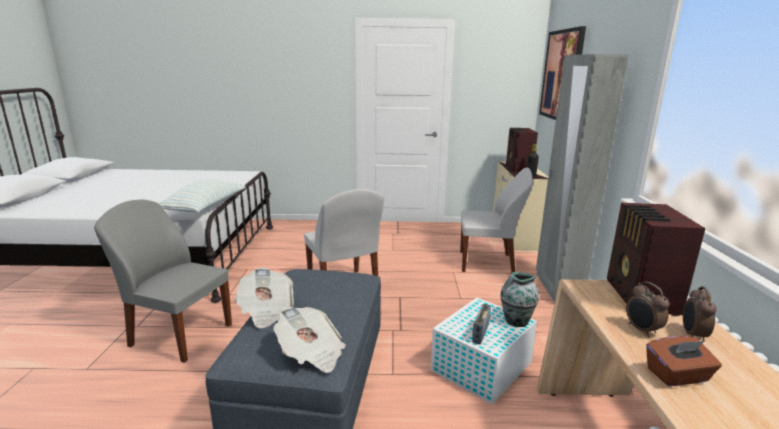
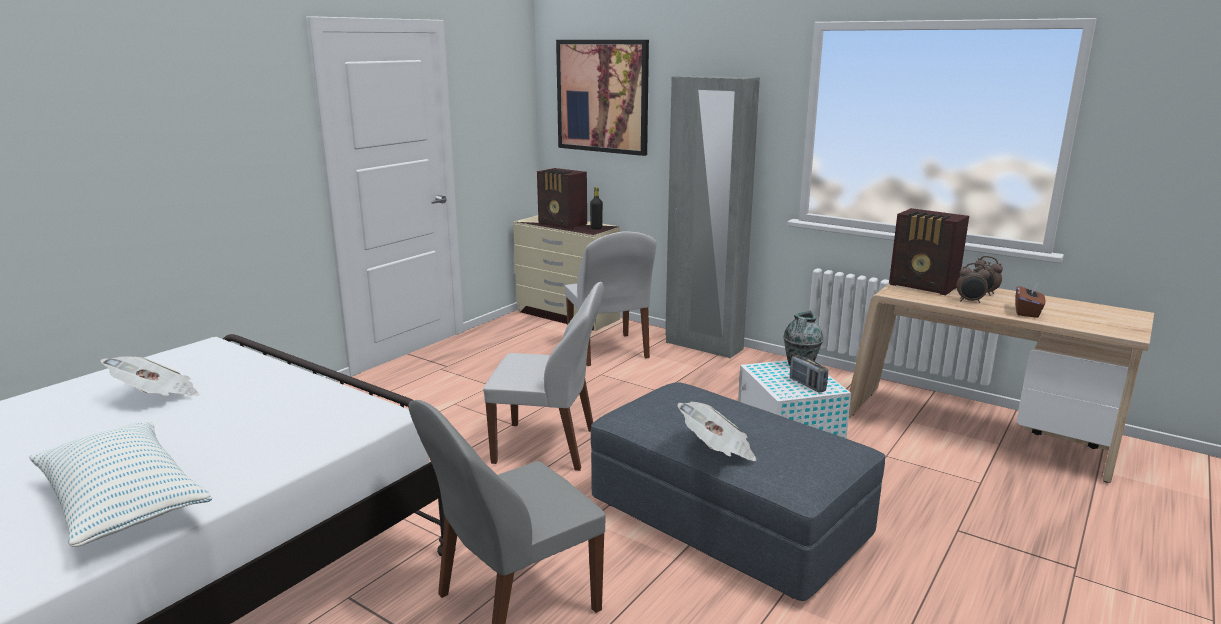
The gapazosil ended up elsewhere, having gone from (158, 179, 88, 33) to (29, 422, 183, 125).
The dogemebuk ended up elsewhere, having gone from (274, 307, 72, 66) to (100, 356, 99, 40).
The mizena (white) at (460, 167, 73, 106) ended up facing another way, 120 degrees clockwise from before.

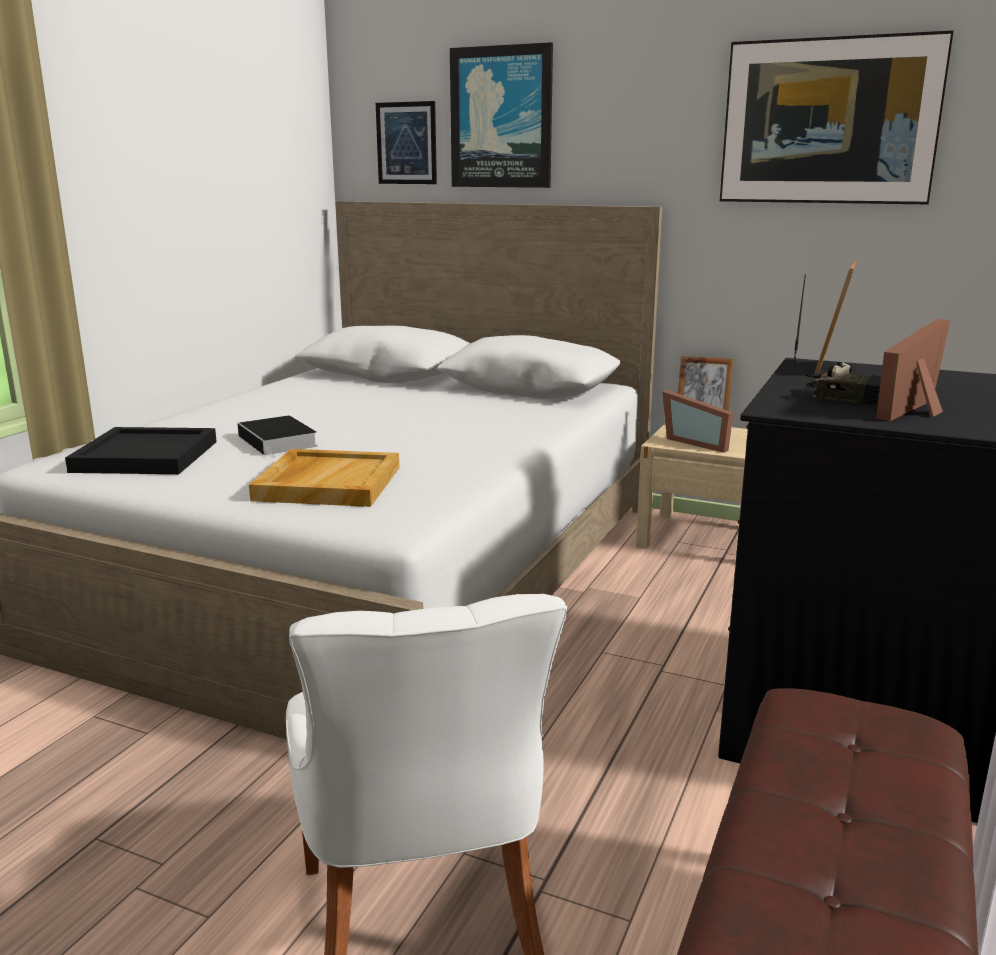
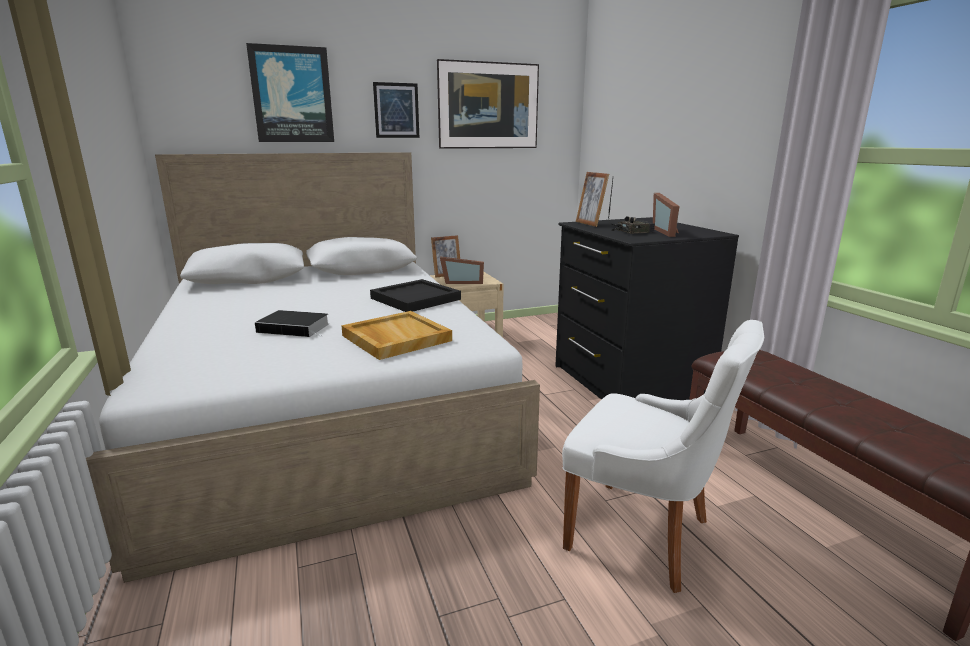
The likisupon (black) ended up elsewhere, having gone from (65, 427, 152, 47) to (370, 279, 91, 33).
The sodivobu ended up elsewhere, having gone from (376, 101, 61, 83) to (373, 82, 46, 56).

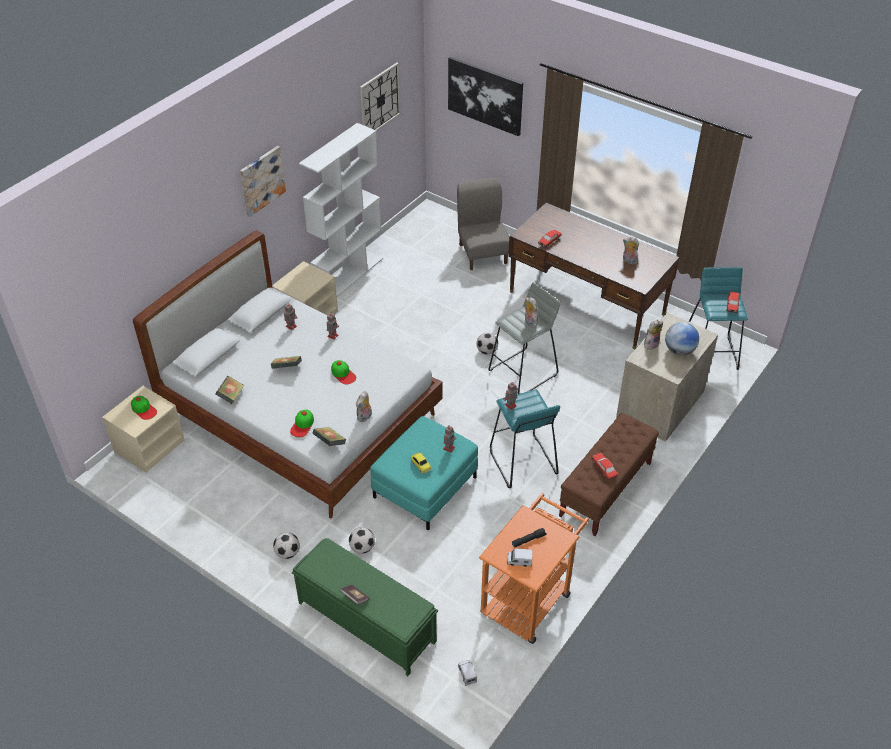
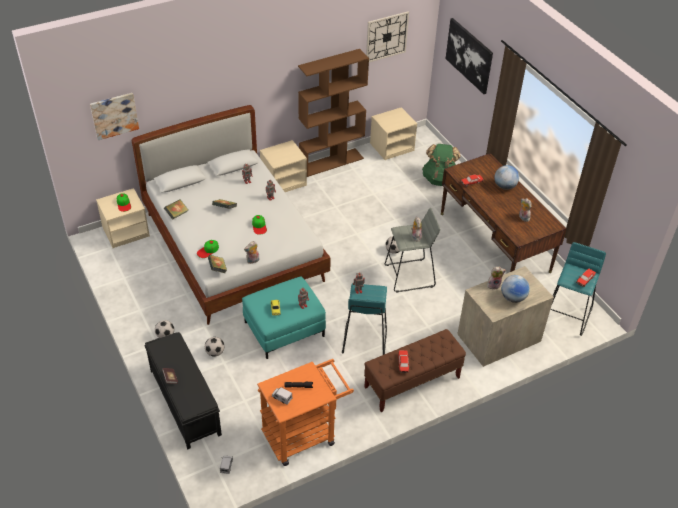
The sodivobu ended up elsewhere, having gone from (240, 146, 46, 71) to (90, 93, 49, 47).
What was the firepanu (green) at (292, 538, 146, 138) turned into the firepanu (black) at (144, 332, 78, 118).
What was the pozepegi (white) at (299, 123, 84, 174) turned into the pozepegi (brown) at (298, 49, 71, 128).
The second view gained the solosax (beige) at (370, 107, 47, 53).
Where the mizena (grey) stood at (457, 177, 52, 93), the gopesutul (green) came to stand at (422, 144, 39, 42).
The second view gained the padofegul at (494, 165, 25, 25).

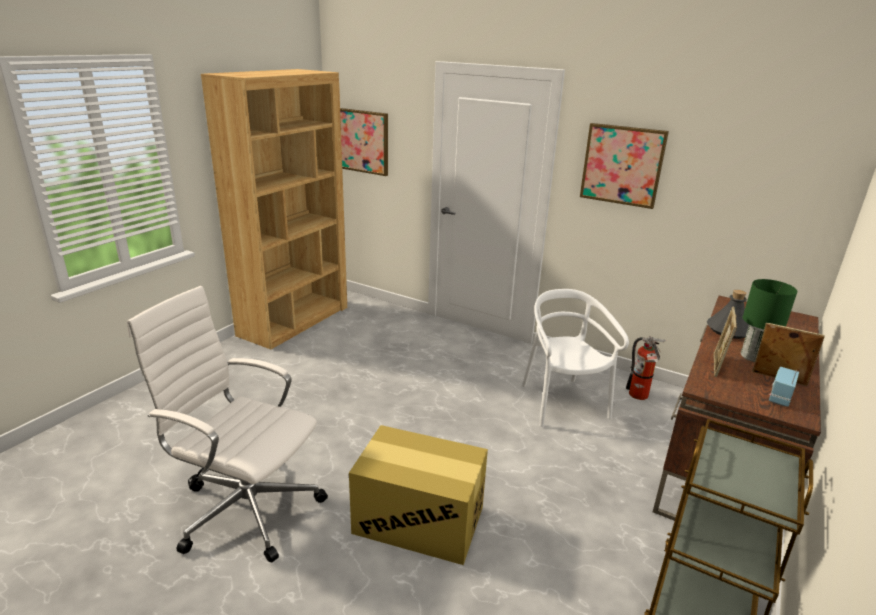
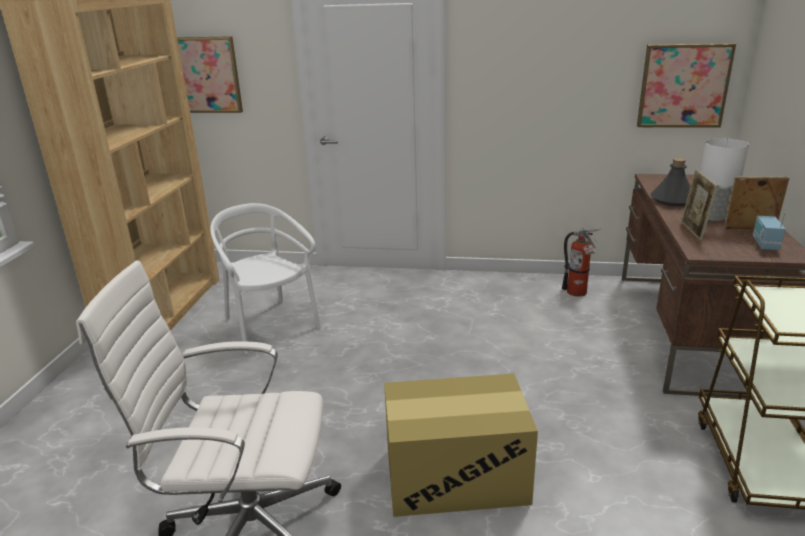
The mizena (white) ended up elsewhere, having gone from (522, 289, 107, 138) to (210, 203, 111, 151).
The sodivobu ended up elsewhere, having gone from (580, 123, 89, 86) to (637, 43, 99, 85).
What was the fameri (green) at (741, 279, 56, 83) turned into the fameri (white) at (700, 138, 49, 83).

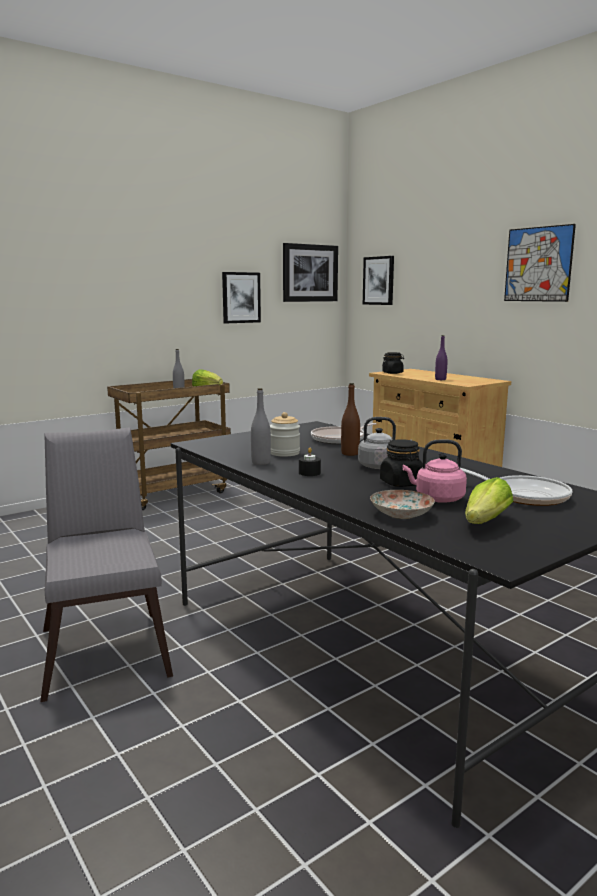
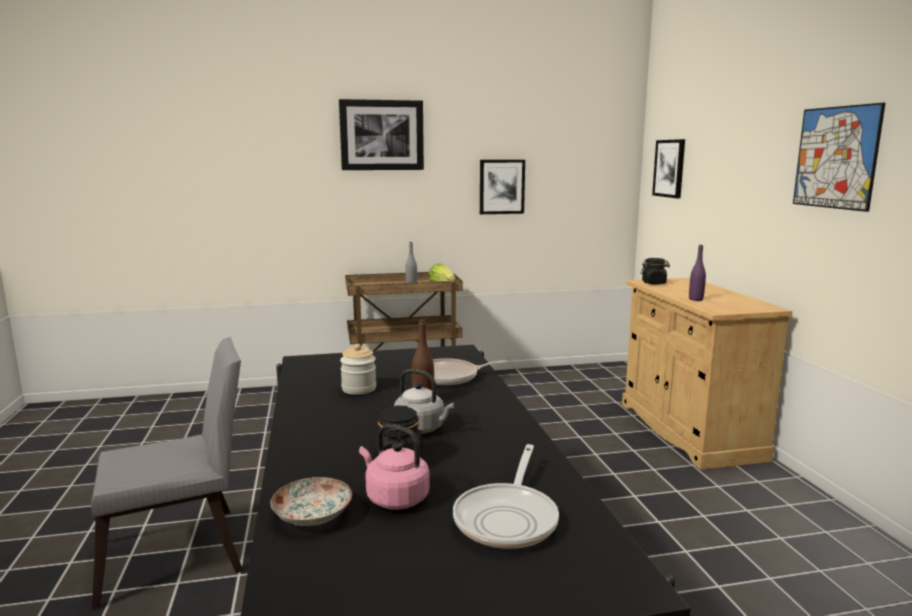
The mizena (grey) at (41, 427, 132, 275) ended up facing another way, 60 degrees clockwise from before.
The sodivobu ended up elsewhere, having gone from (283, 243, 55, 59) to (339, 99, 85, 71).
The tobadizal at (460, 468, 112, 38) ended up facing another way, 45 degrees clockwise from before.
The second view lost the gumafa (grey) at (251, 388, 20, 77).
The second view lost the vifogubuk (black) at (299, 447, 22, 29).
The second view lost the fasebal at (465, 477, 48, 47).

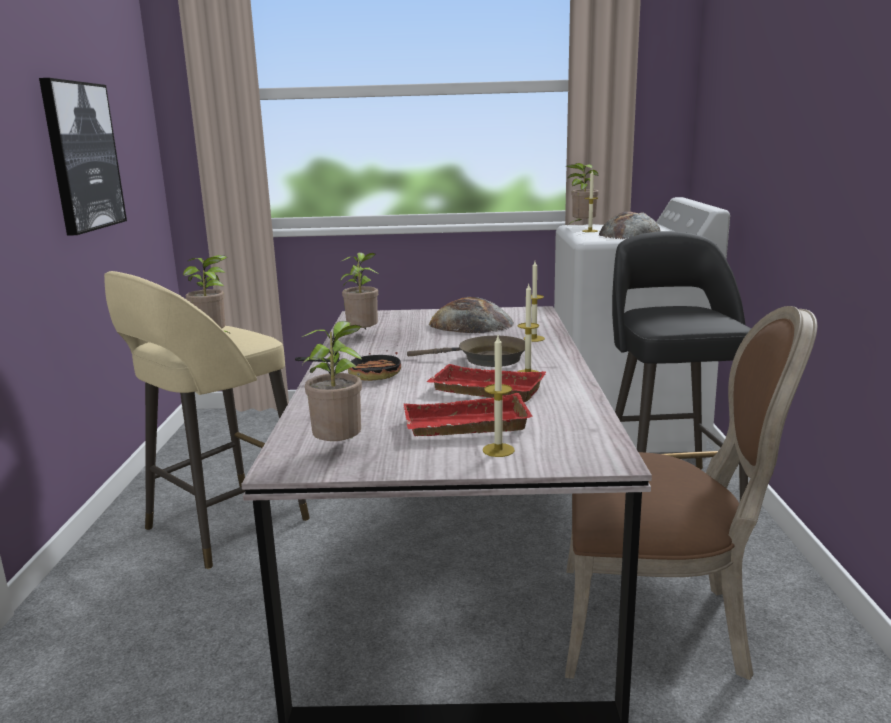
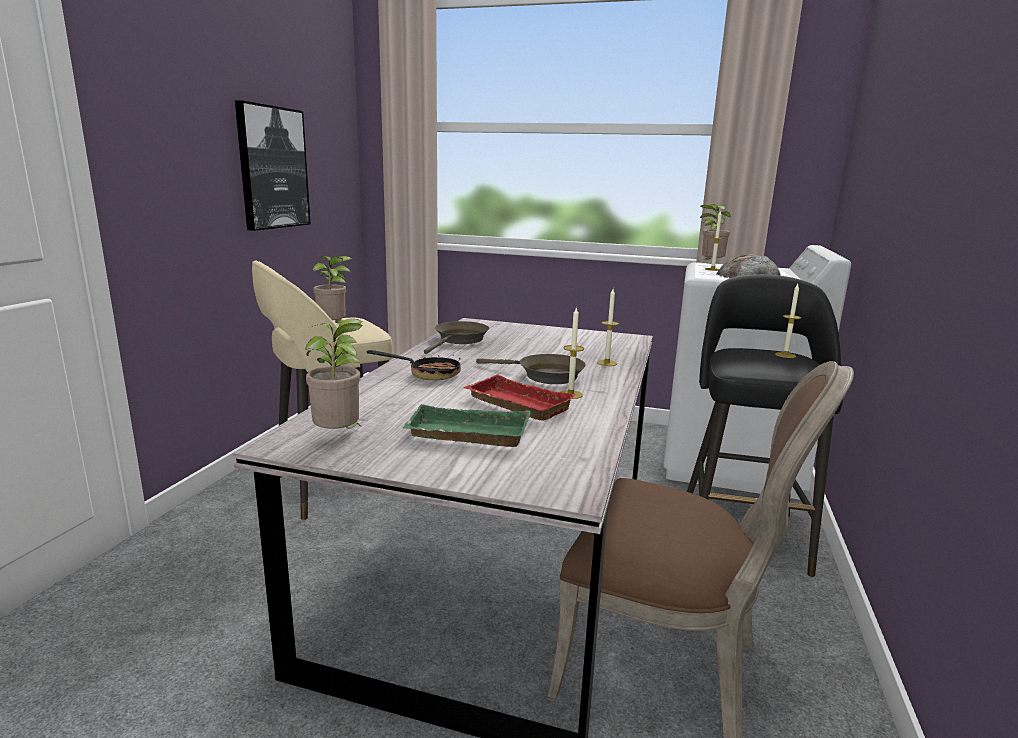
What was the likisupon (red) at (403, 393, 130, 43) turned into the likisupon (green) at (403, 404, 128, 43).
Where the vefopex stood at (340, 253, 38, 76), the tobadizal (brown) came to stand at (424, 321, 65, 33).
The vifogubuk ended up elsewhere, having gone from (483, 336, 32, 121) to (775, 284, 26, 74).
The second view lost the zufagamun at (429, 297, 85, 36).

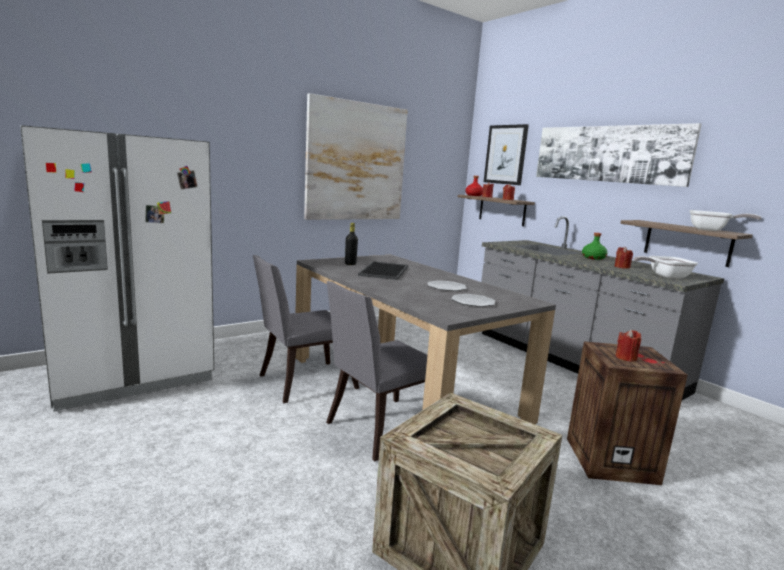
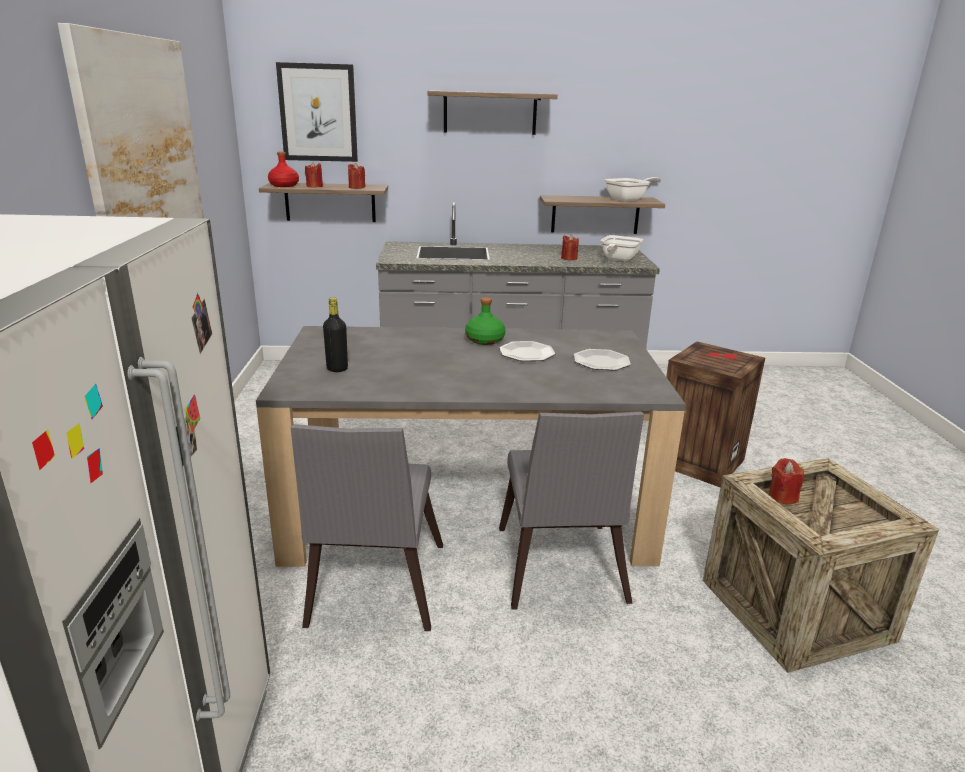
Where the sodivobu hung at (536, 123, 166, 64), the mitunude came to hang at (428, 91, 130, 44).
The gumafa (green) ended up elsewhere, having gone from (582, 233, 26, 27) to (465, 297, 41, 48).
The vifogubuk (red) ended up elsewhere, having gone from (616, 330, 25, 32) to (768, 458, 36, 46).
The second view lost the likisupon at (358, 261, 50, 19).

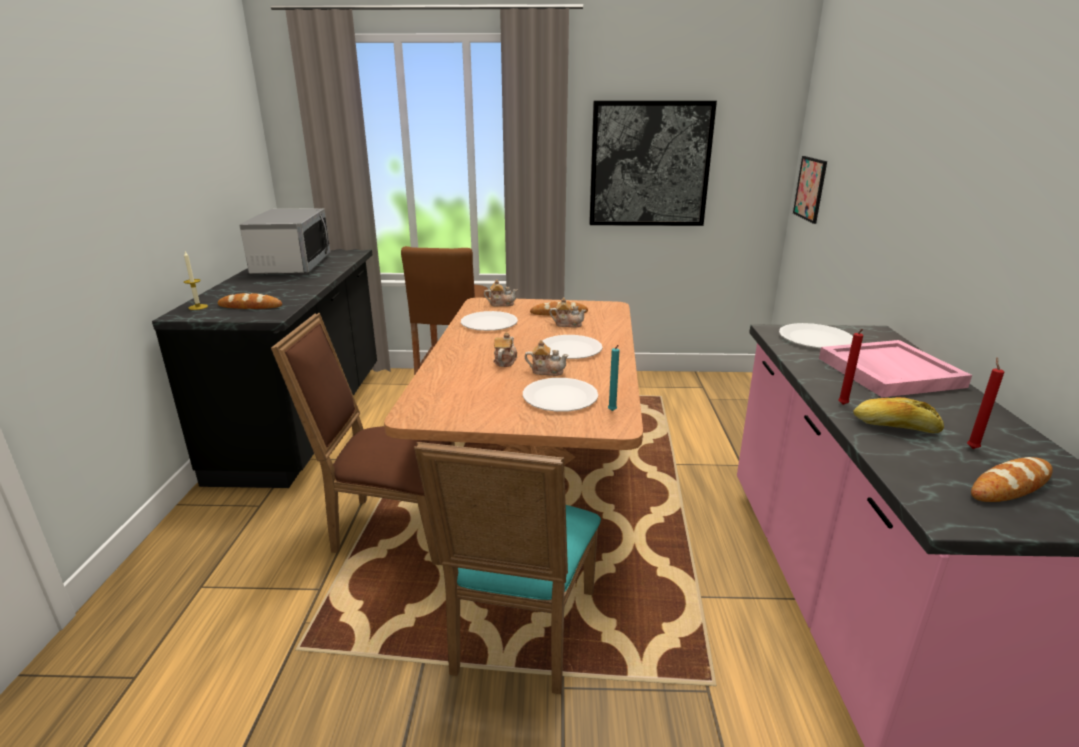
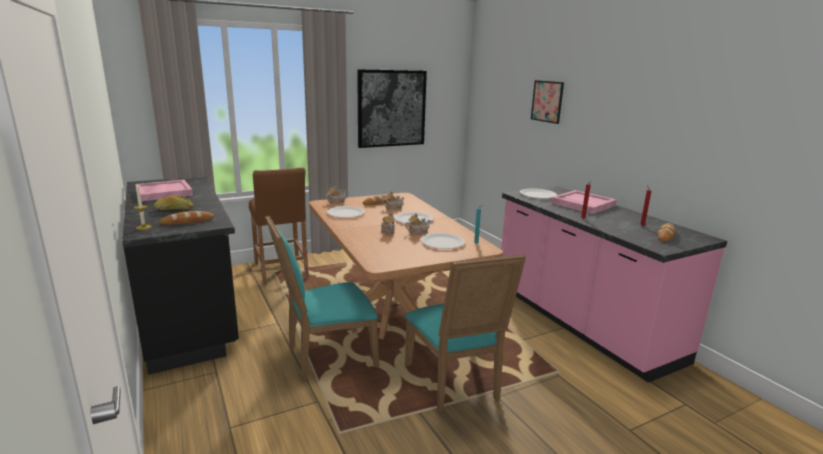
Where the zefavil stood at (239, 208, 91, 66), the likisupon (pink) came to stand at (135, 180, 58, 21).
The zufagamun ended up elsewhere, having gone from (853, 397, 91, 36) to (154, 196, 39, 14).
What was the mizena (brown) at (271, 313, 184, 252) turned into the mizena (turquoise) at (265, 216, 114, 165).
The sodivobu ended up elsewhere, having gone from (793, 156, 34, 68) to (531, 80, 33, 44).

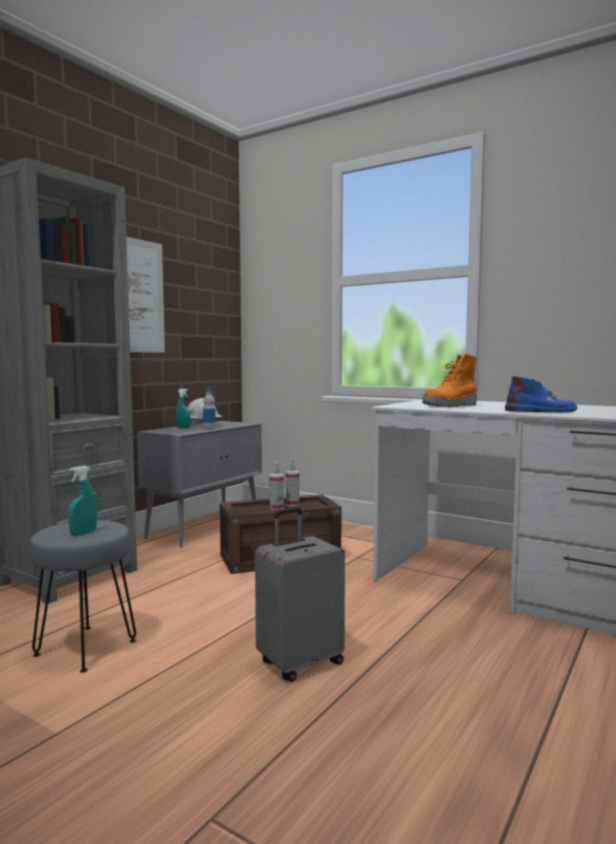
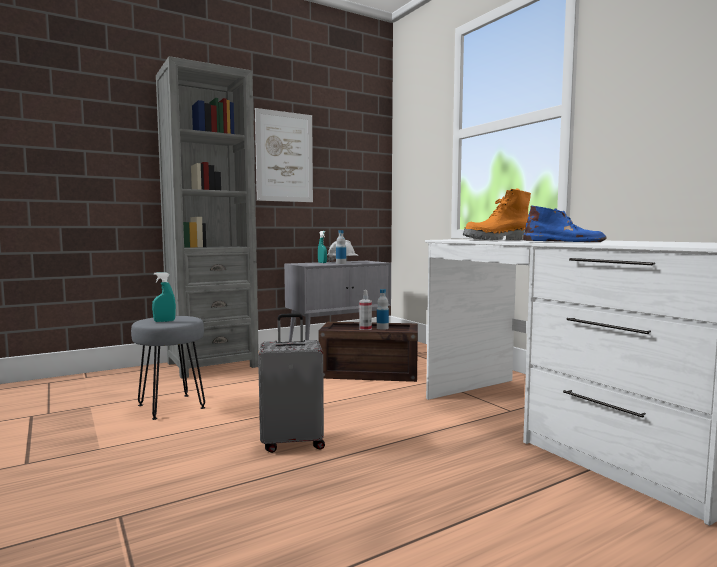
Where the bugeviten stood at (286, 460, 13, 46), the gumafa came to stand at (377, 289, 12, 41).

